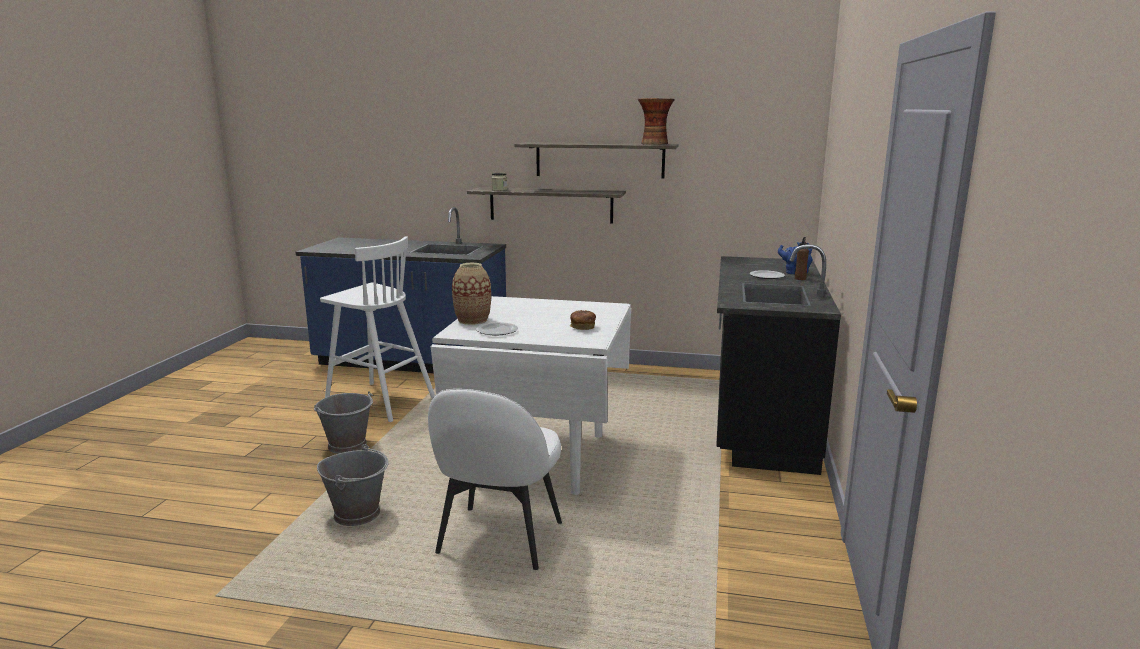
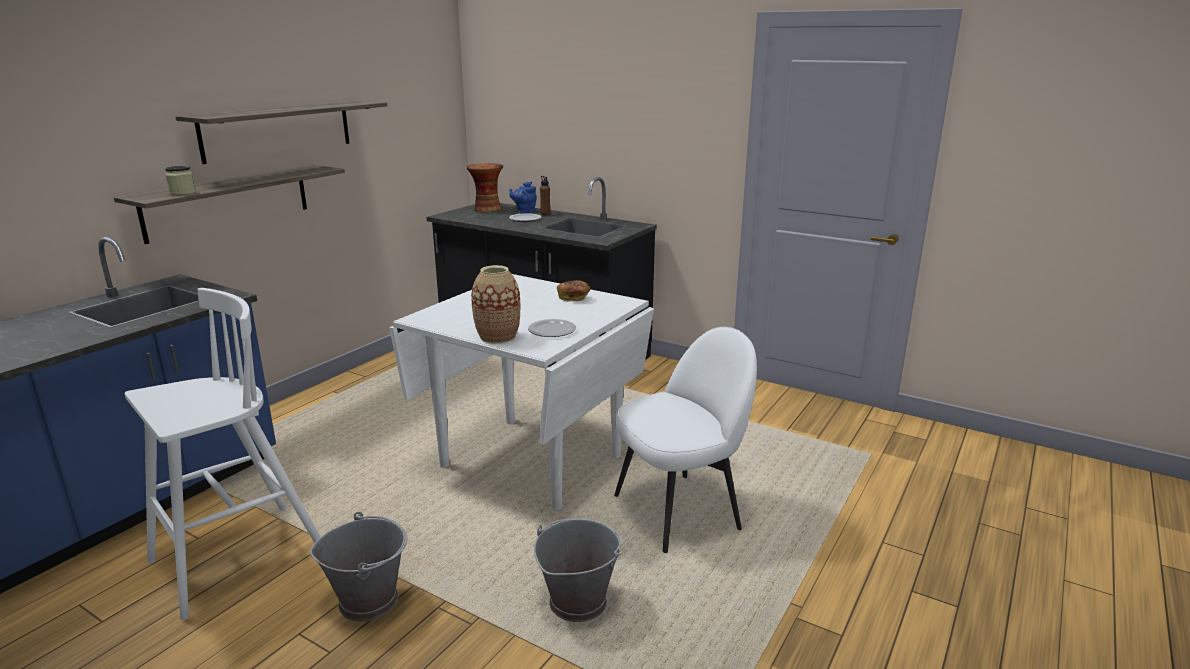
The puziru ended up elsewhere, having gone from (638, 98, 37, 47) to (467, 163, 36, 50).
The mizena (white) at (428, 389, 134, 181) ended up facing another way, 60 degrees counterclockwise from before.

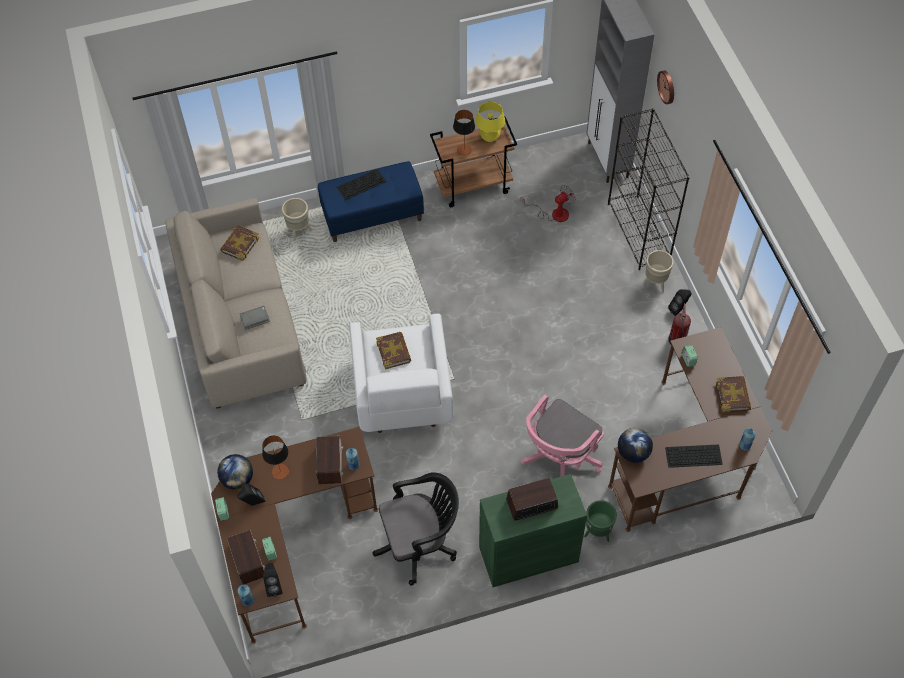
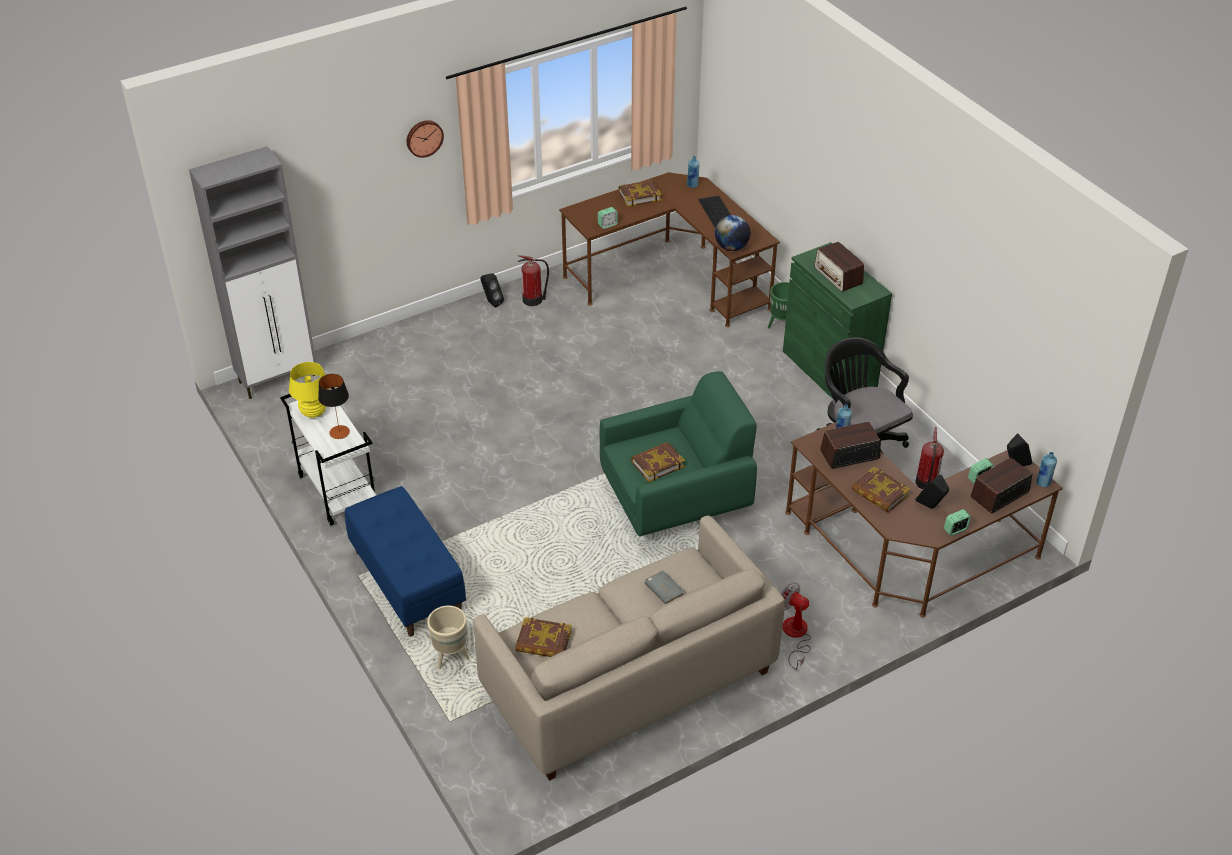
What was the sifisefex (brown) at (430, 116, 87, 91) turned into the sifisefex (white) at (280, 387, 96, 139).
The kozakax ended up elsewhere, having gone from (657, 70, 17, 34) to (406, 120, 38, 38).
What was the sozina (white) at (349, 314, 104, 119) turned into the sozina (green) at (600, 371, 157, 166).
The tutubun ended up elsewhere, having gone from (521, 185, 54, 37) to (781, 582, 30, 88).
Where the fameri stood at (262, 436, 27, 43), the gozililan came to stand at (852, 467, 58, 45).
The second view gained the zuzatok at (915, 427, 29, 62).
The second view lost the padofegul at (217, 454, 36, 36).
The second view lost the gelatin at (337, 169, 49, 31).
The second view lost the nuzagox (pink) at (521, 395, 83, 82).
The second view lost the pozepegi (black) at (608, 108, 82, 162).
The second view lost the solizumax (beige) at (643, 250, 31, 43).

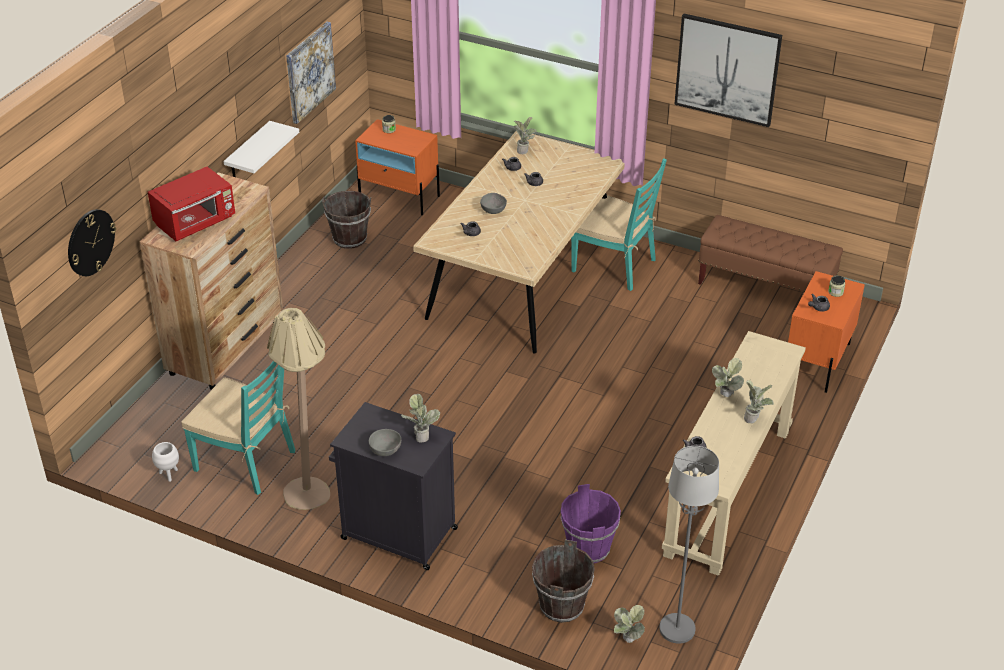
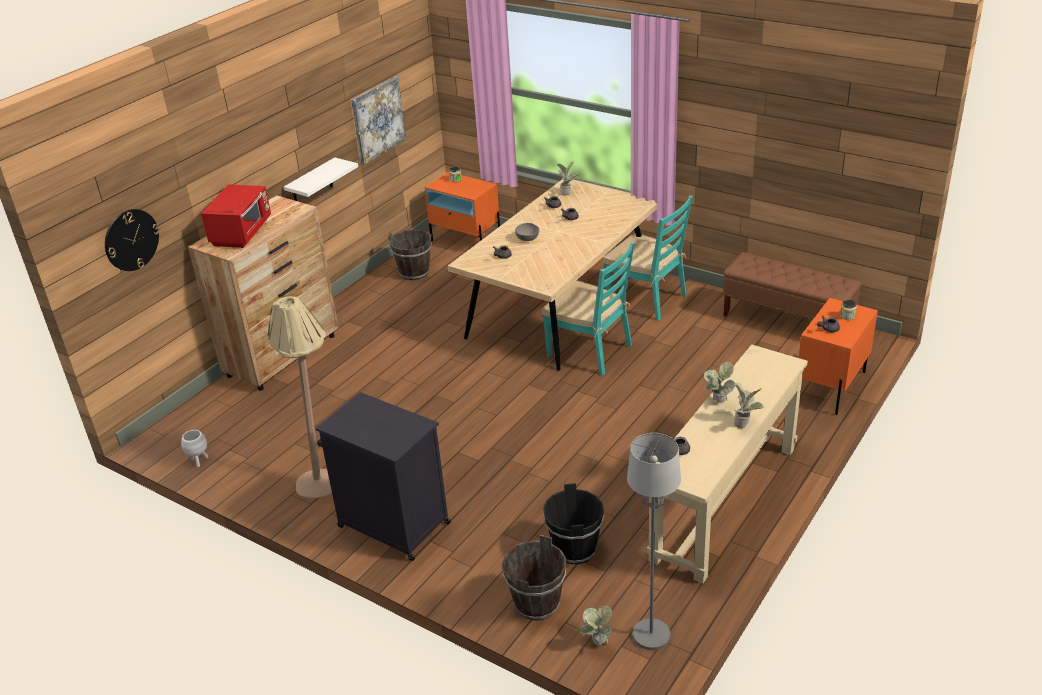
The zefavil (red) at (148, 167, 87, 74) ended up facing another way, 45 degrees counterclockwise from before.
The mizena (turquoise) ended up elsewhere, having gone from (181, 361, 115, 134) to (542, 242, 93, 133).
What was the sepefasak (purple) at (561, 484, 60, 79) turned into the sepefasak (black) at (543, 483, 61, 81).
The second view lost the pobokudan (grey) at (369, 429, 32, 27).
The second view lost the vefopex at (401, 394, 40, 49).
The second view lost the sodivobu at (674, 14, 108, 113).

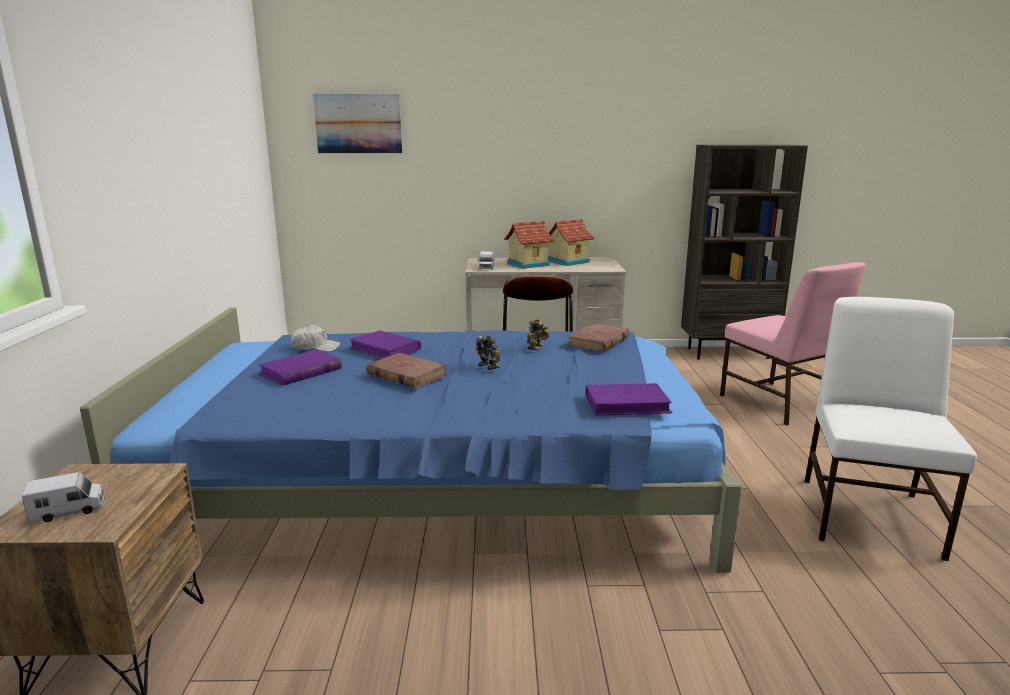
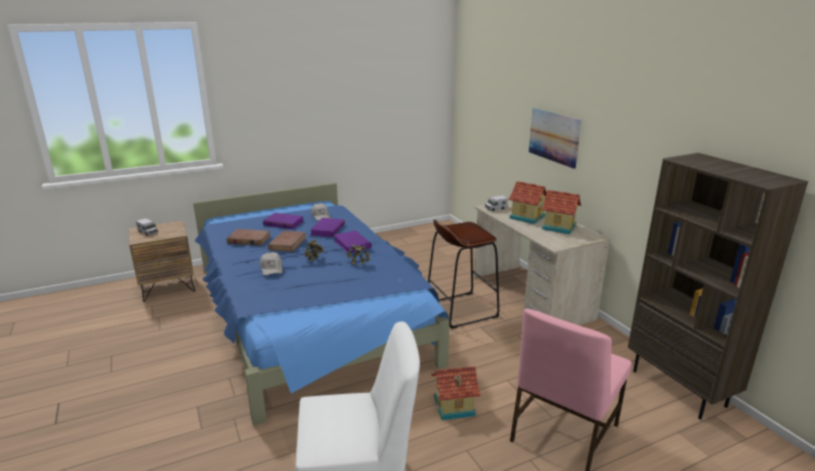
The gozililan (brown) ended up elsewhere, having gone from (566, 323, 64, 29) to (227, 229, 44, 16).
The second view gained the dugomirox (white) at (260, 252, 23, 24).
The gozililan (purple) ended up elsewhere, having gone from (585, 383, 88, 33) to (334, 230, 38, 23).
The second view gained the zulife at (431, 366, 49, 54).
The sodivobu ended up elsewhere, having gone from (313, 94, 89, 59) to (529, 108, 53, 61).

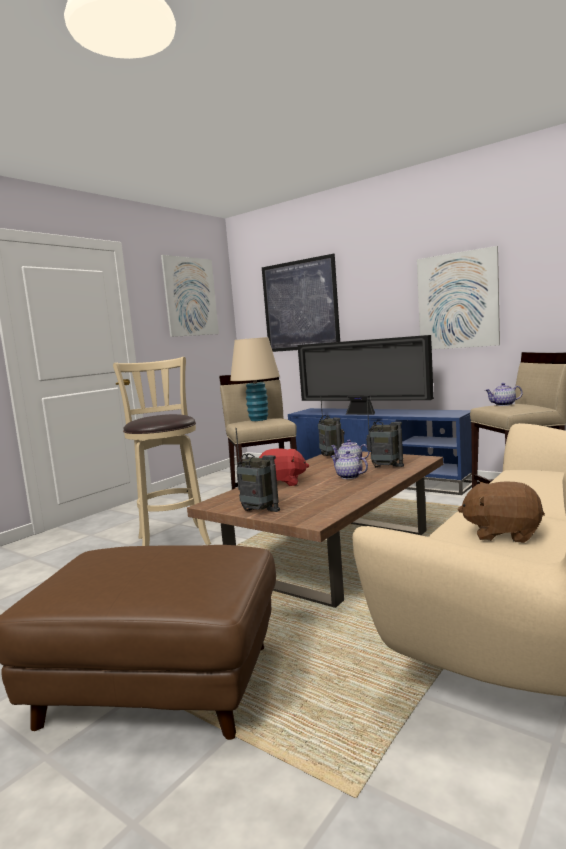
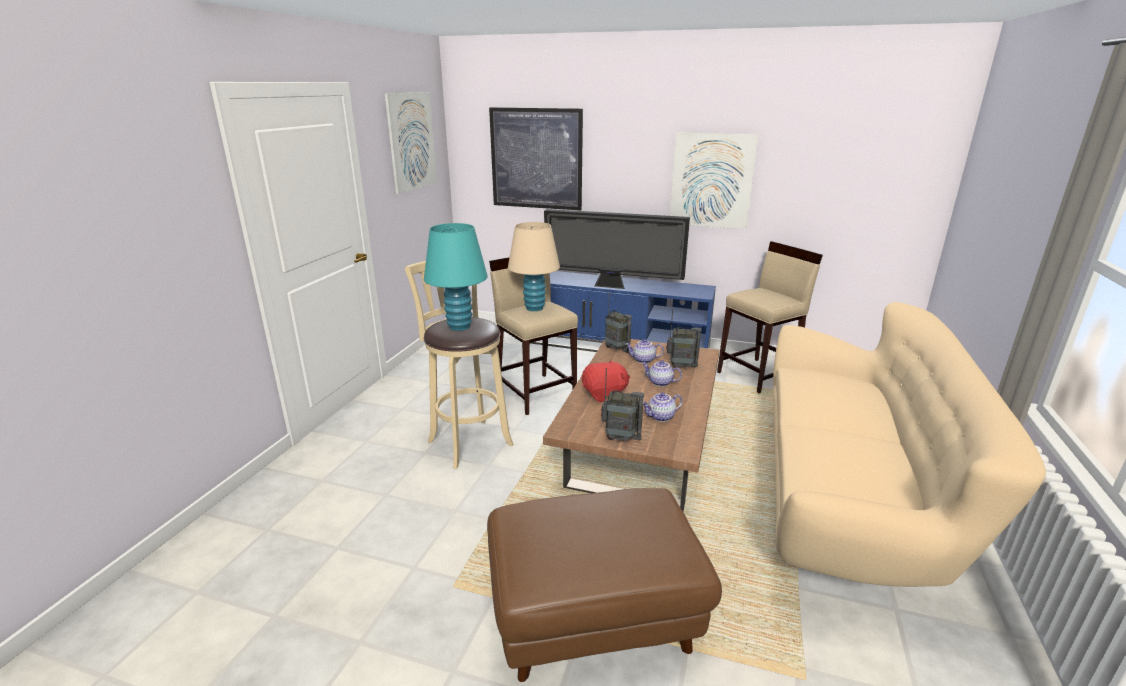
The second view gained the fameri (turquoise) at (424, 223, 64, 108).
The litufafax ended up elsewhere, having gone from (485, 383, 38, 23) to (643, 393, 40, 29).
The second view lost the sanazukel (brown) at (458, 481, 87, 62).

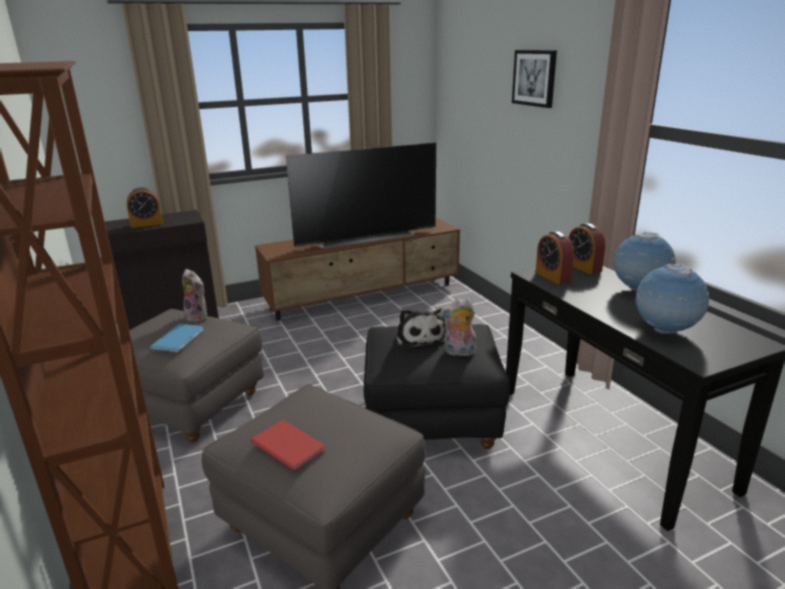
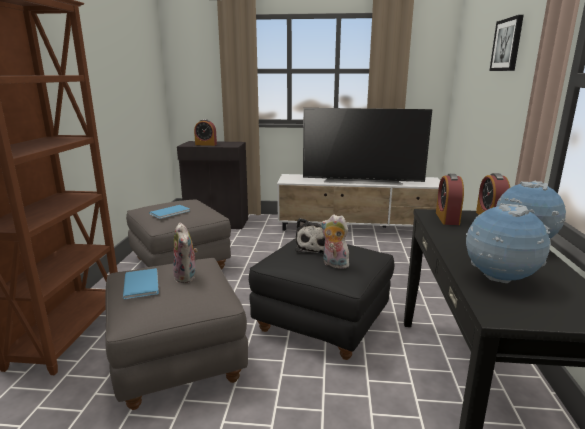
What was the gozililan (red) at (250, 420, 76, 51) turned into the gozililan (blue) at (123, 268, 36, 31).
The sanazukel ended up elsewhere, having gone from (182, 269, 25, 54) to (173, 222, 25, 61).
What was the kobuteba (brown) at (255, 217, 205, 103) turned into the kobuteba (white) at (277, 174, 163, 57).

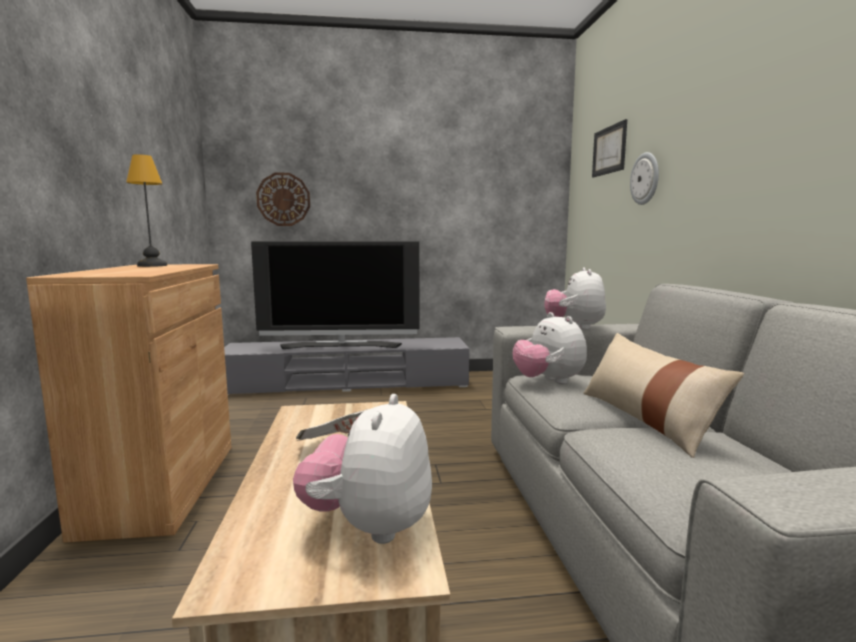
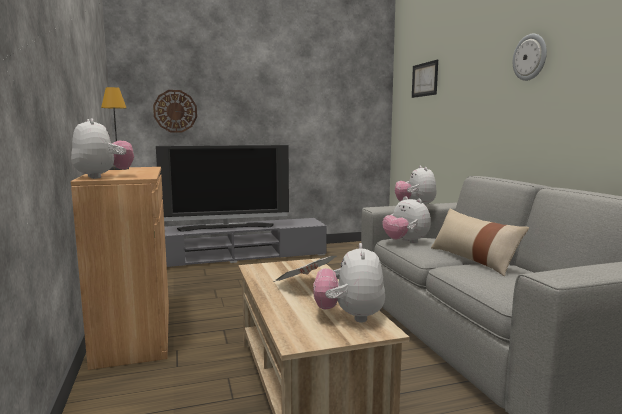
The second view gained the sanazukel at (71, 119, 63, 60).
The kozakax ended up elsewhere, having gone from (630, 152, 29, 53) to (513, 34, 34, 47).

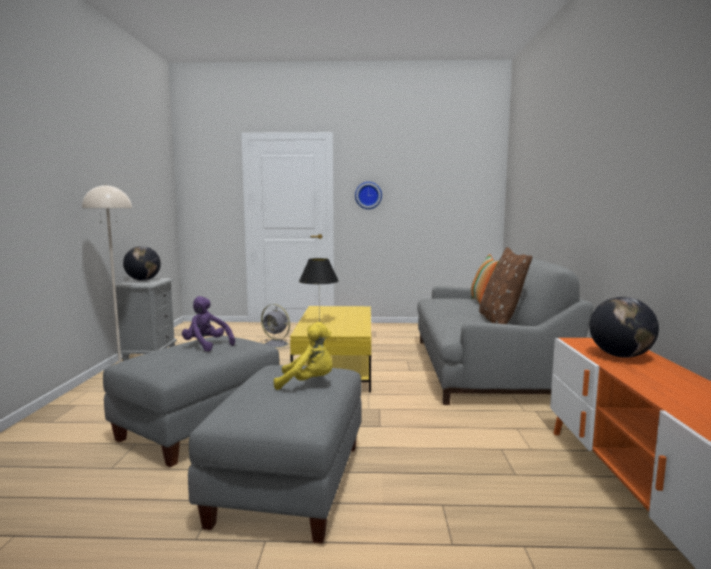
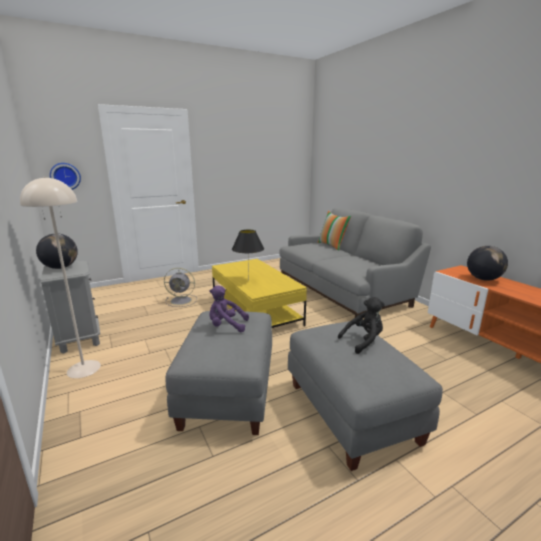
The kozakax ended up elsewhere, having gone from (355, 182, 27, 27) to (50, 163, 31, 27).
What was the sanazukel (yellow) at (274, 322, 58, 68) turned into the sanazukel (black) at (338, 297, 47, 57).
The second view lost the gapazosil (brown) at (479, 247, 53, 77).

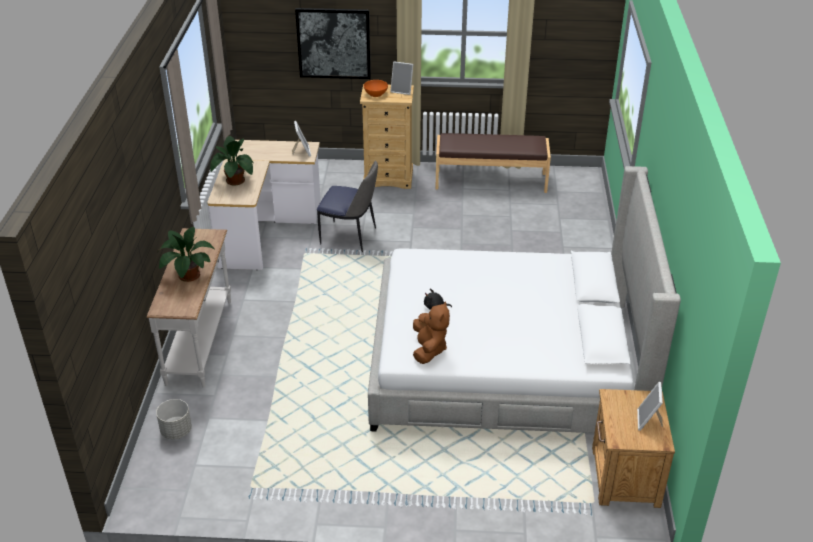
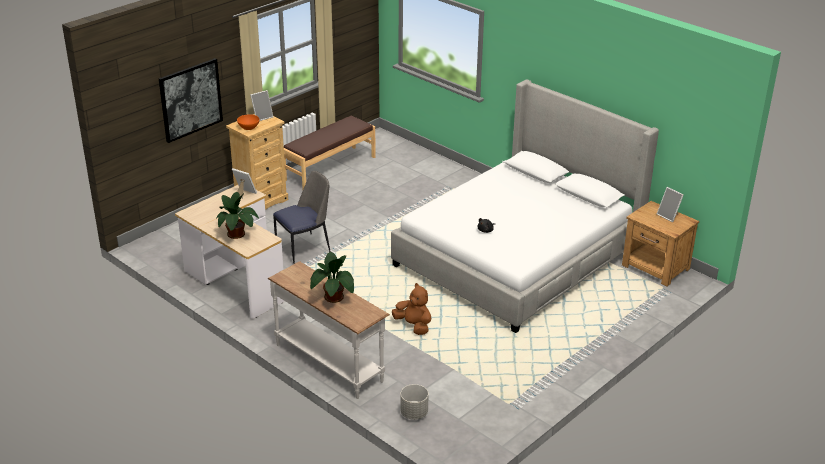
The sanazukel (brown) ended up elsewhere, having gone from (413, 302, 37, 62) to (392, 283, 39, 52).

